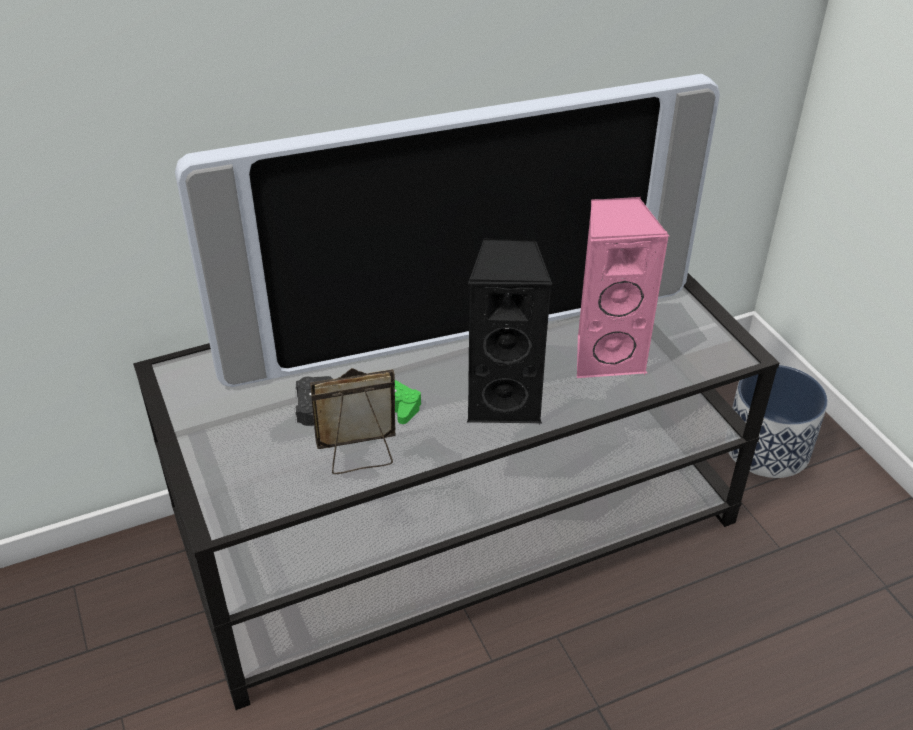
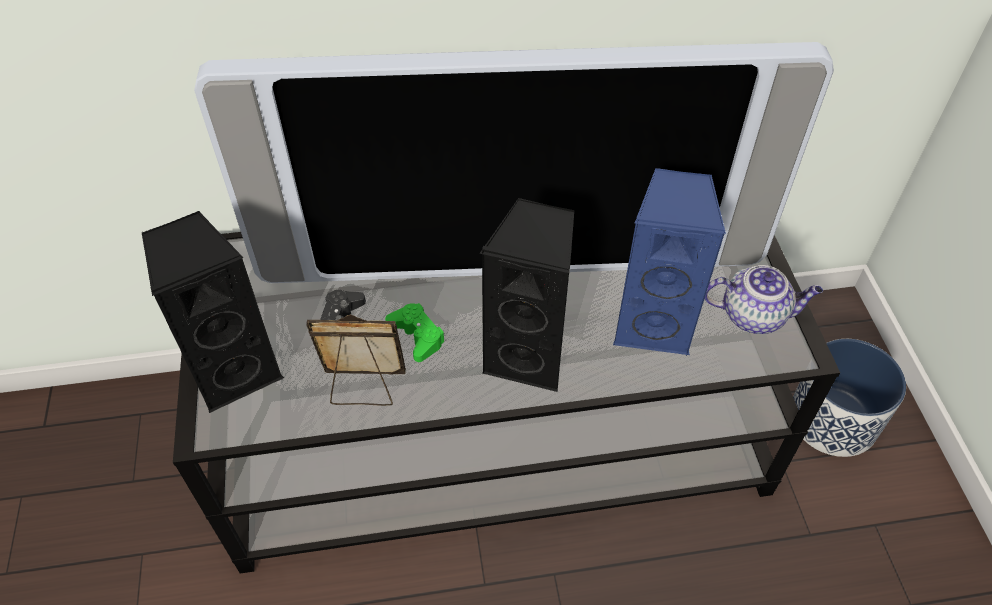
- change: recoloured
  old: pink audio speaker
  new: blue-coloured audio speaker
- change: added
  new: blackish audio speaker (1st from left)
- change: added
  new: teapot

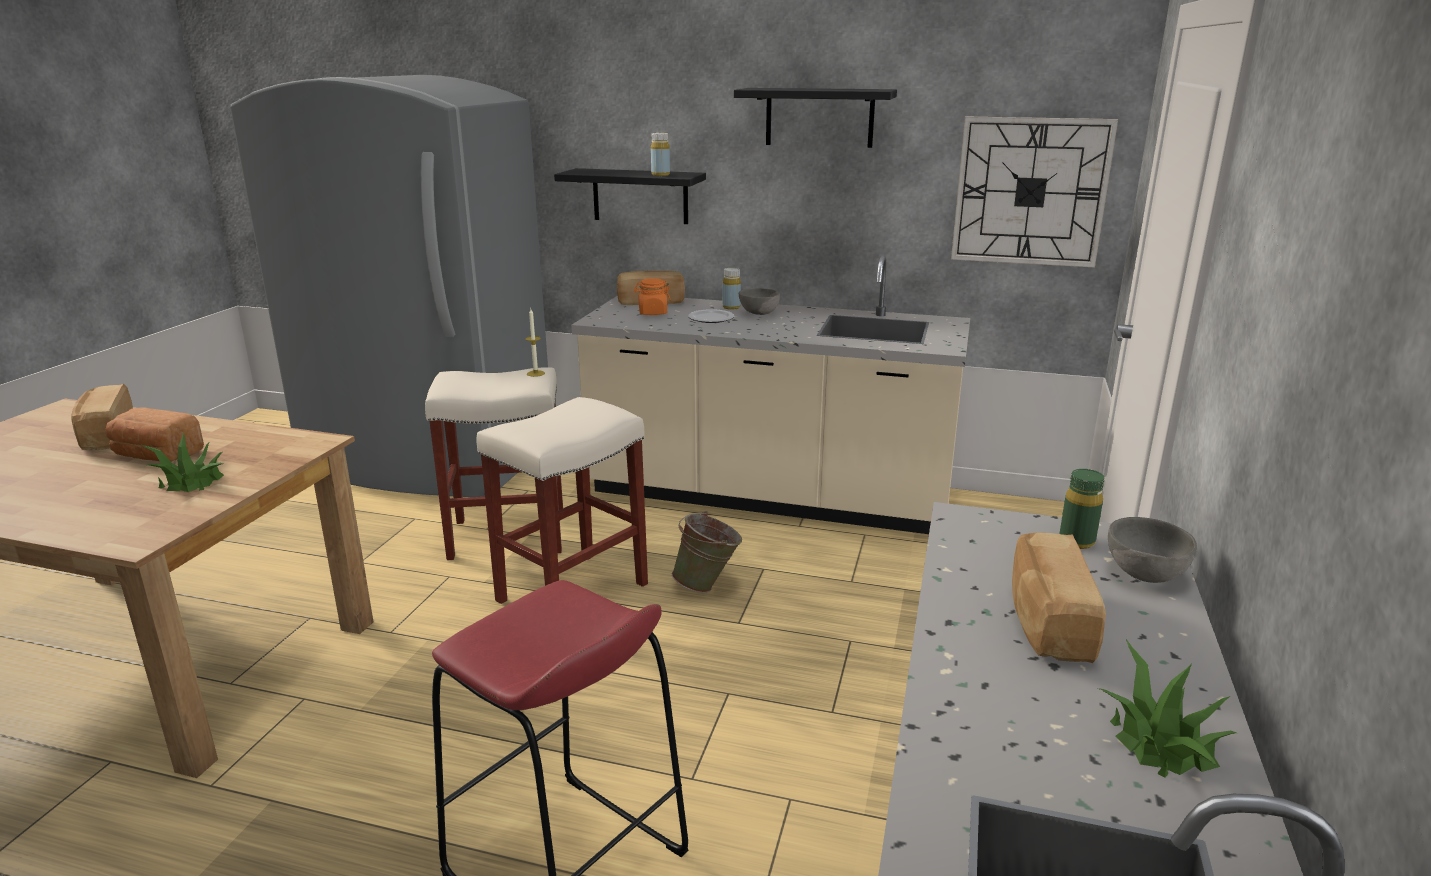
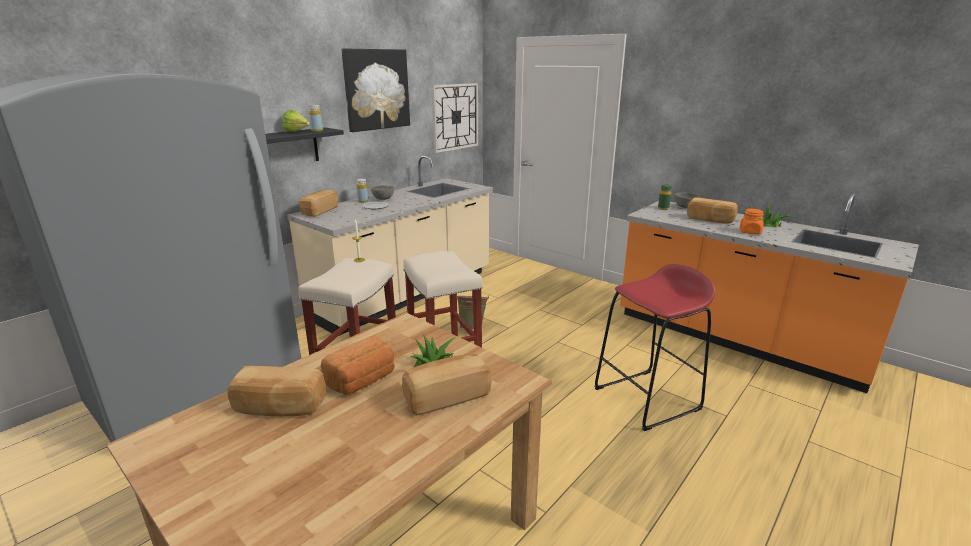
- change: moved
  old: orange-coloured jar
- change: replaced
  old: blackish wall shelf (2nd from left)
  new: wall art
- change: added
  new: lettuce
- change: added
  new: bakery bread (4th from left)

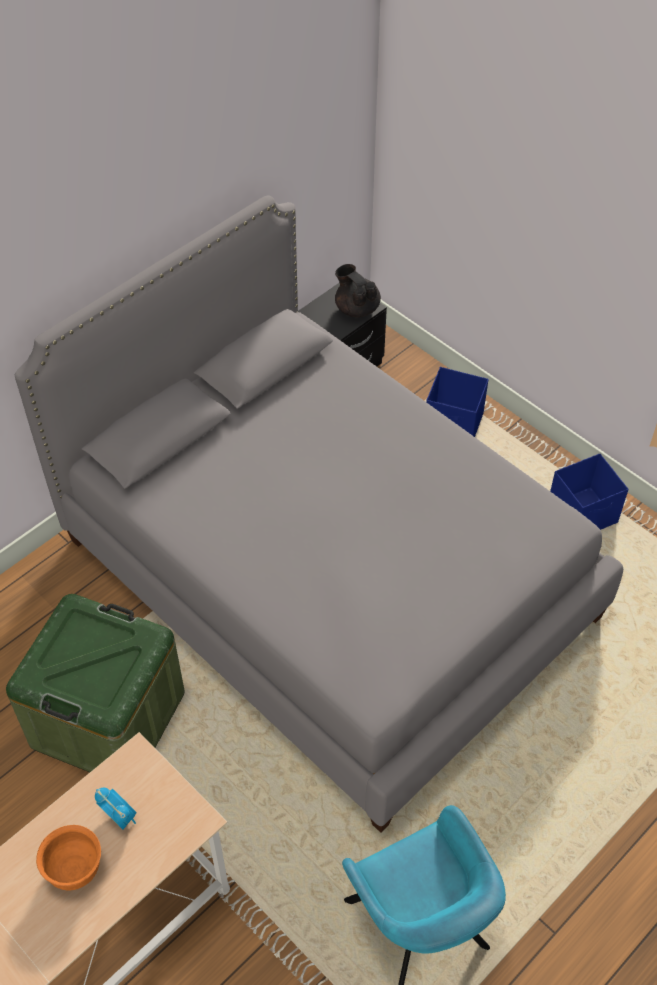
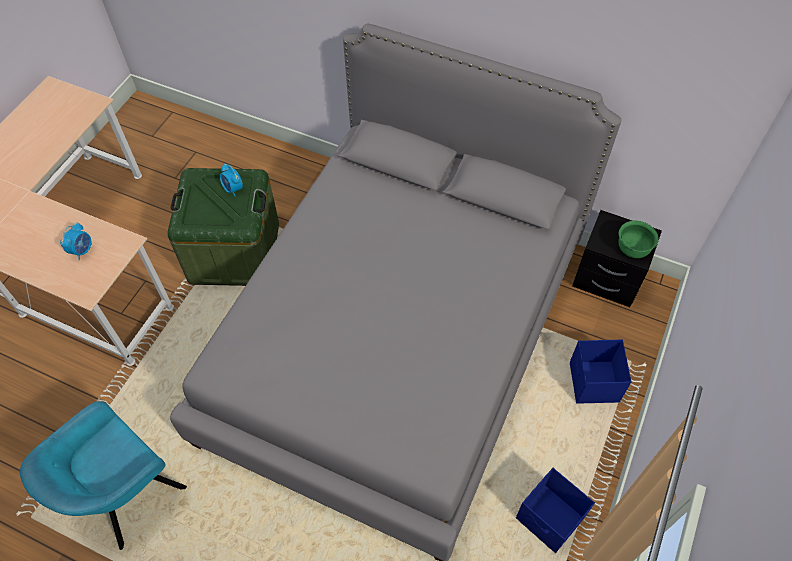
- change: removed
  old: orange-coloured serving bowl
- change: replaced
  old: blackish teapot
  new: green-coloured serving bowl
- change: added
  new: bedside clock (2nd from left)

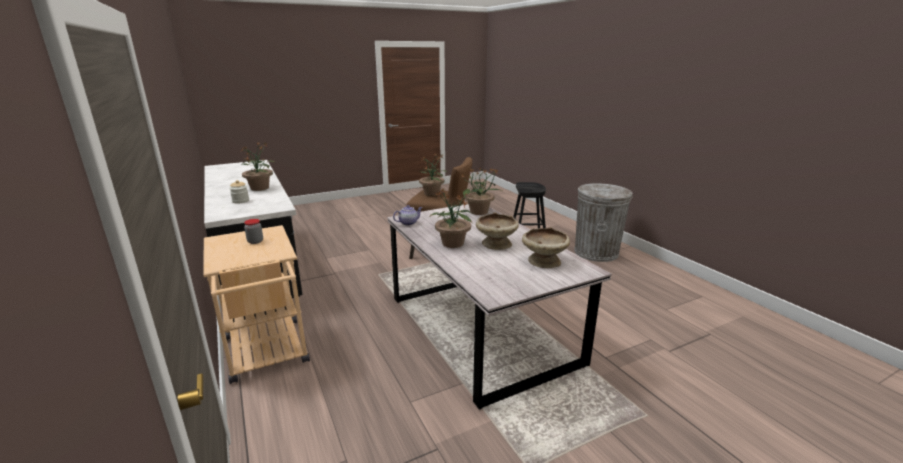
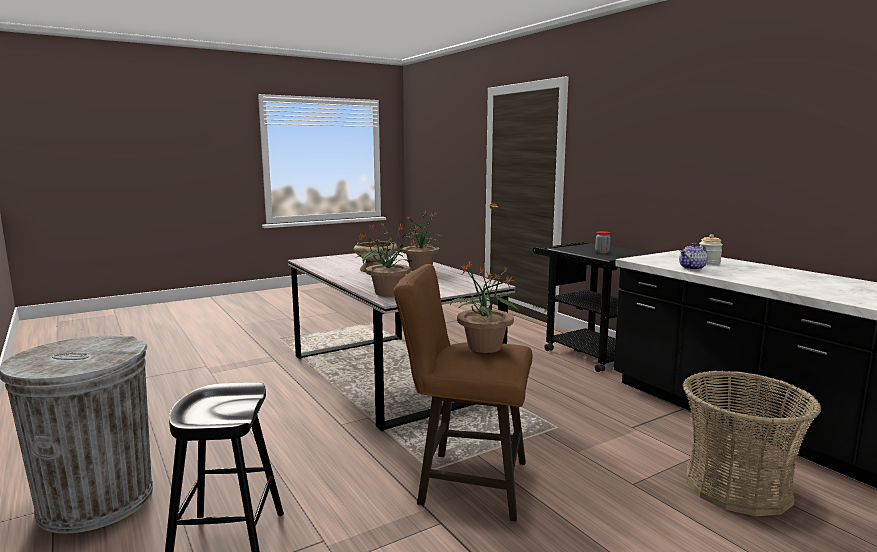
- change: recoloured
  old: beige wheeled cart
  new: blackish wheeled cart
- change: removed
  old: plant in a pot (1st from left)
- change: moved
  old: teapot
- change: removed
  old: beige serving bowl (2nd from left)
- change: added
  new: household basket

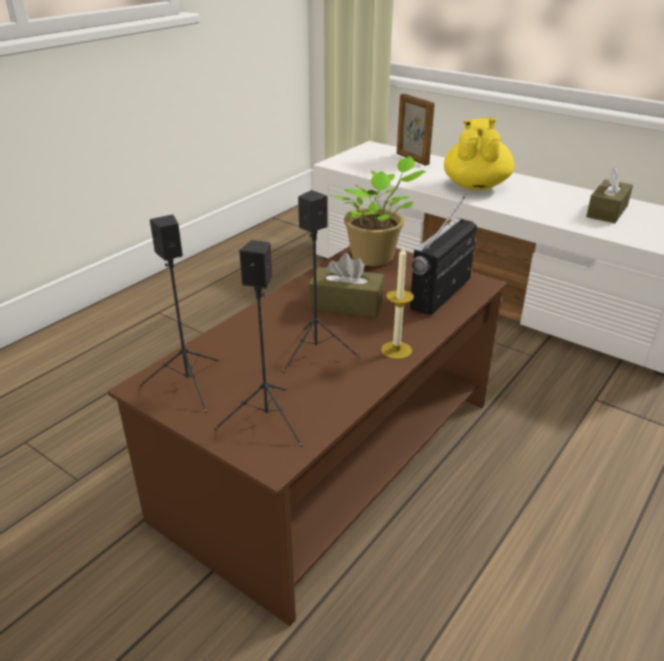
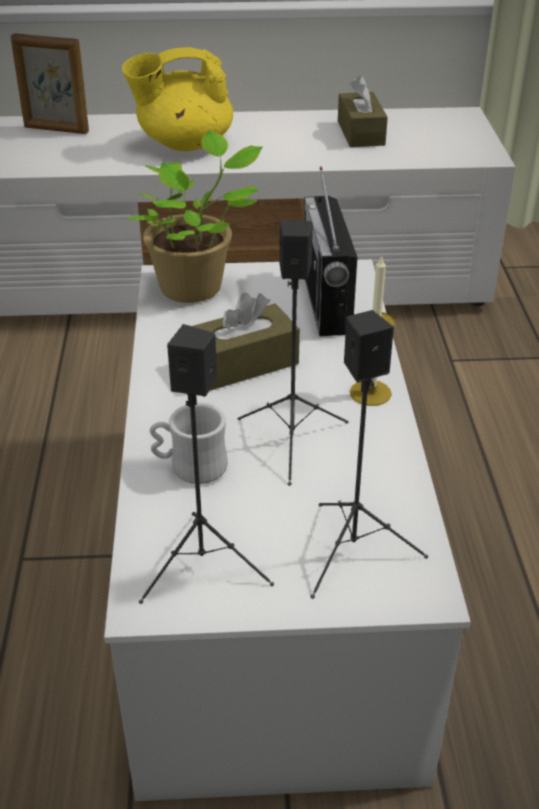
- change: recoloured
  old: brown-coloured lounge table
  new: white lounge table
- change: turned
  old: yellow teapot
  degrees: -75
- change: added
  new: white coffee mug

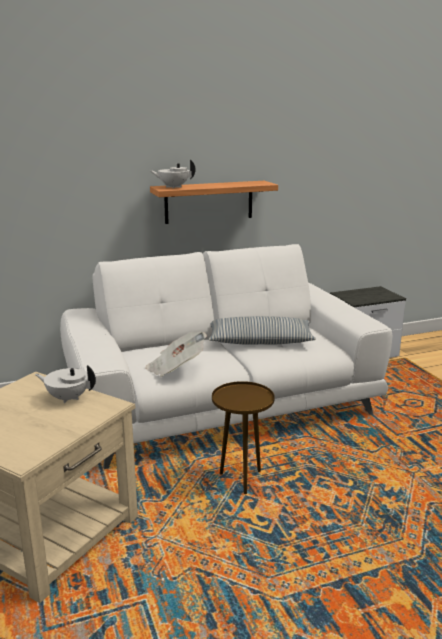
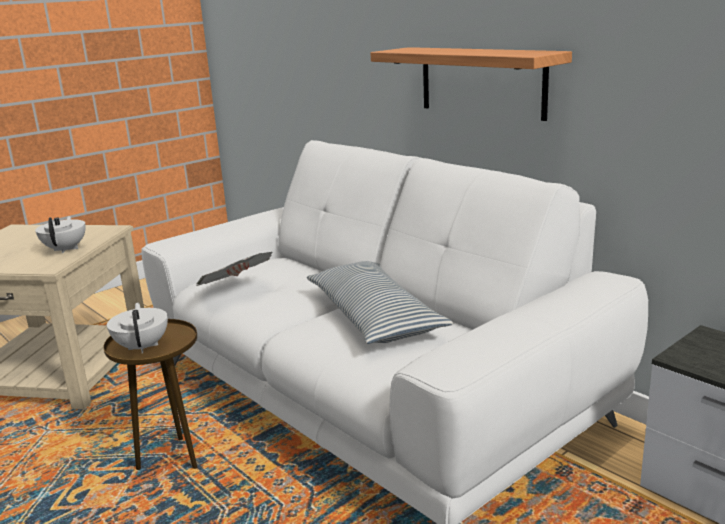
- change: moved
  old: white teapot (2nd from left)

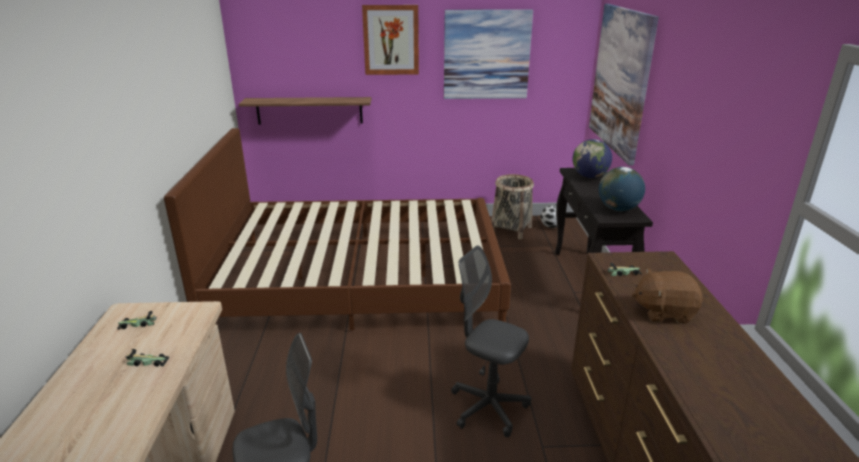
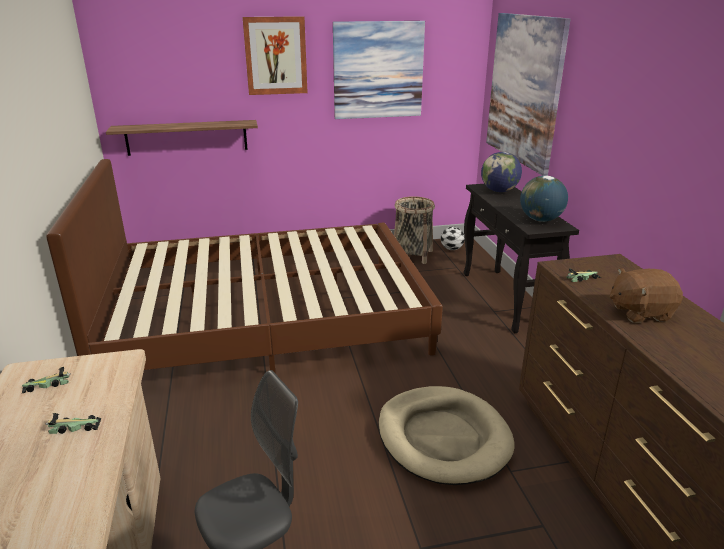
- change: replaced
  old: gray office chair (2nd from left)
  new: beige dog bed

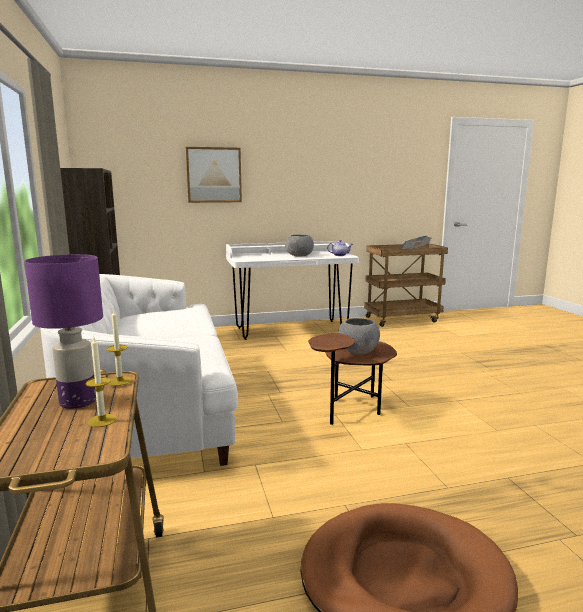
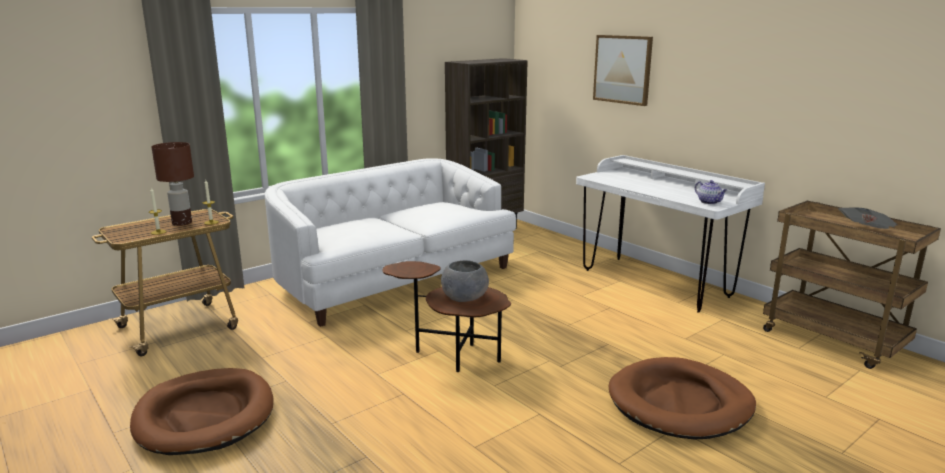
- change: recoloured
  old: purple lamp for a table
  new: brown-coloured lamp for a table
- change: removed
  old: gray serving bowl (1st from left)
- change: added
  new: brown-coloured dog bed (2nd from left)

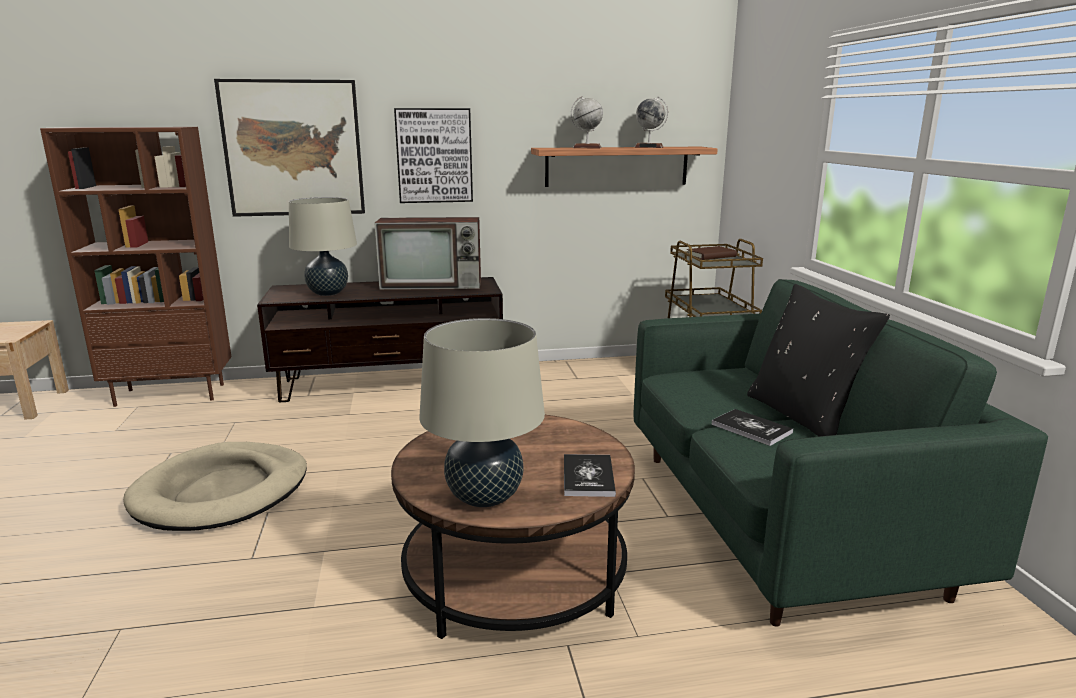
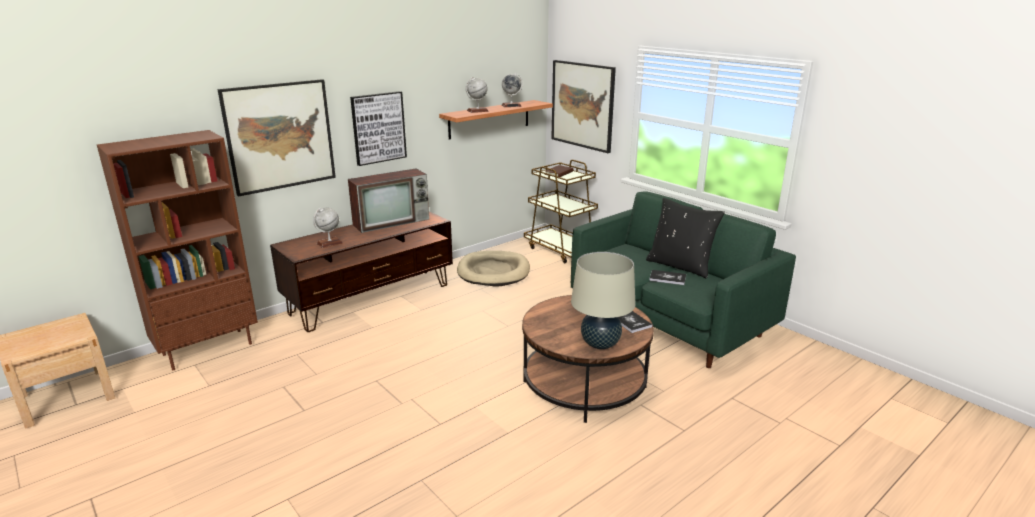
- change: moved
  old: beige dog bed
- change: replaced
  old: beige lamp for a table (1st from left)
  new: desk globe (1st from left)
- change: added
  new: wall art (3rd from left)

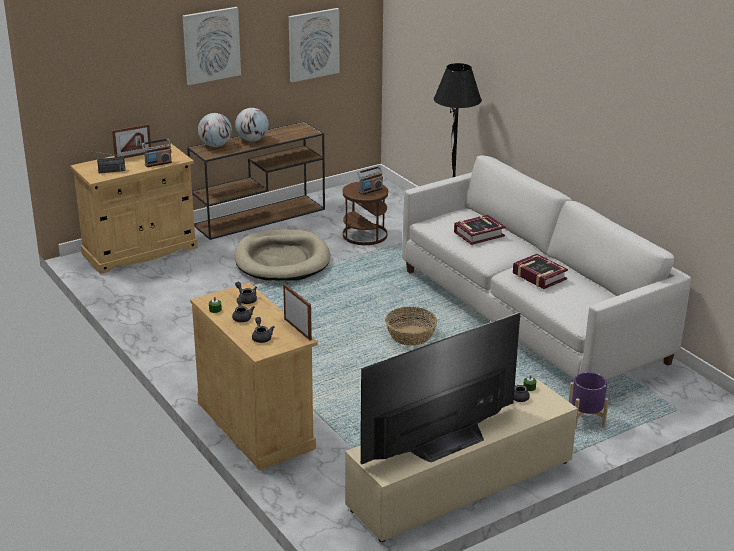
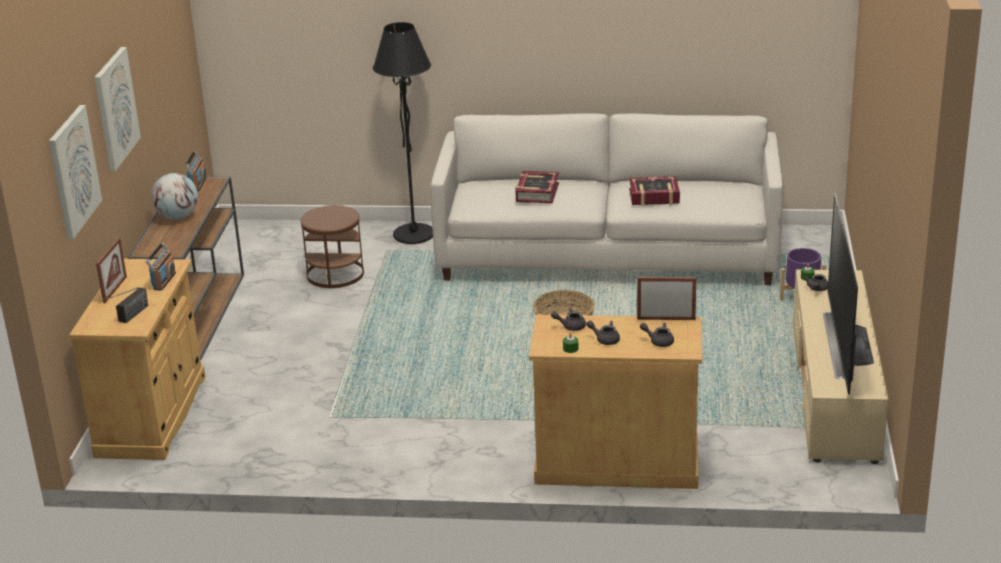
- change: removed
  old: desk globe (1st from left)
- change: removed
  old: beige dog bed
- change: moved
  old: wall art (2nd from left in the first image)
  new: wall art (1st from left)
- change: moved
  old: radio receiver (3rd from left)

